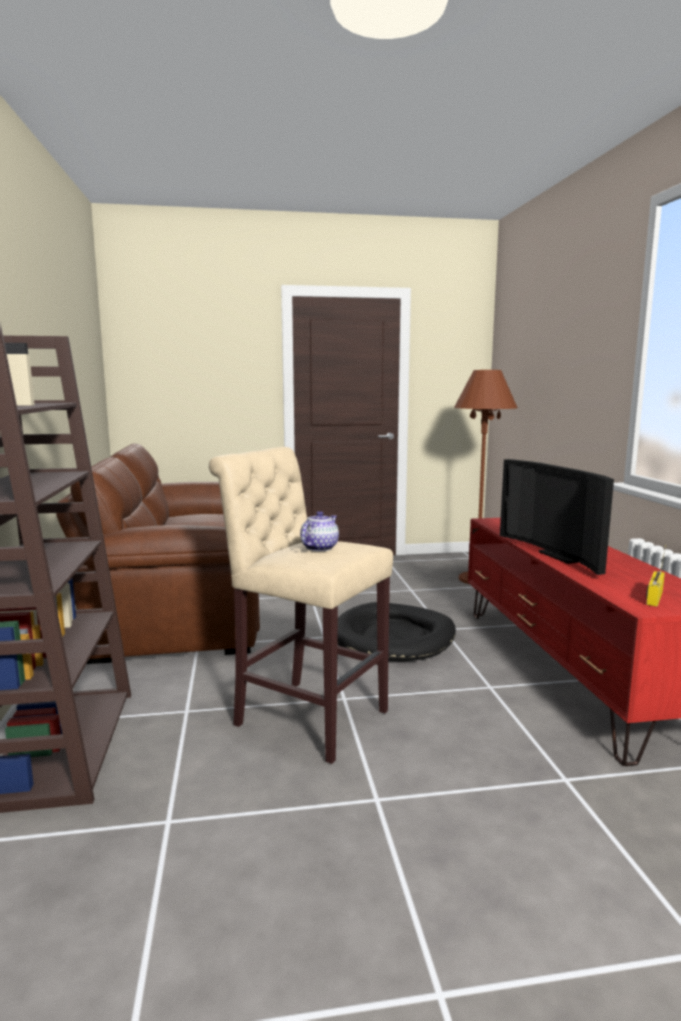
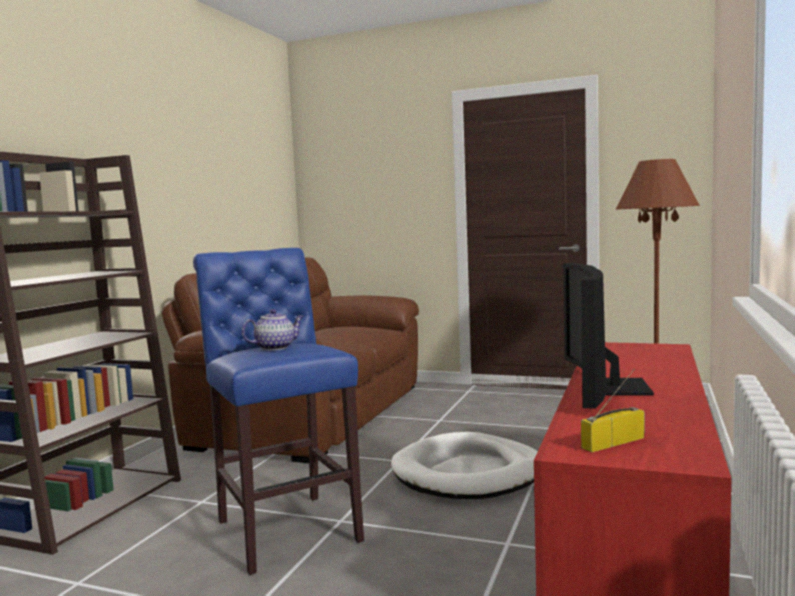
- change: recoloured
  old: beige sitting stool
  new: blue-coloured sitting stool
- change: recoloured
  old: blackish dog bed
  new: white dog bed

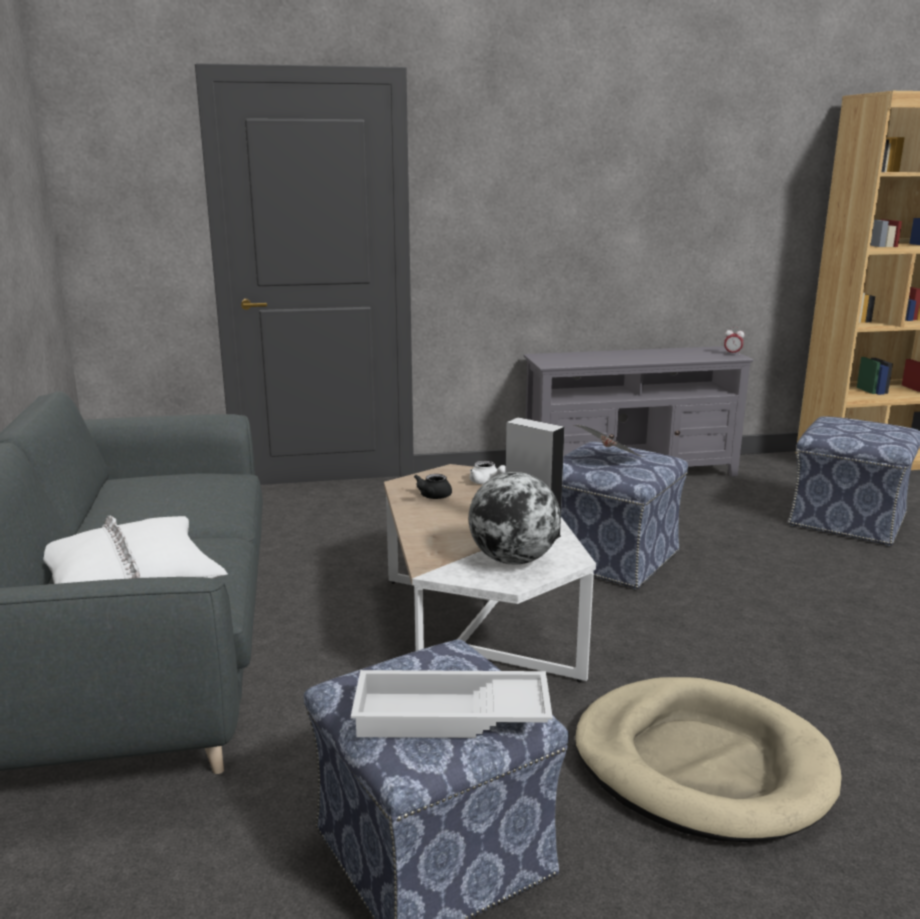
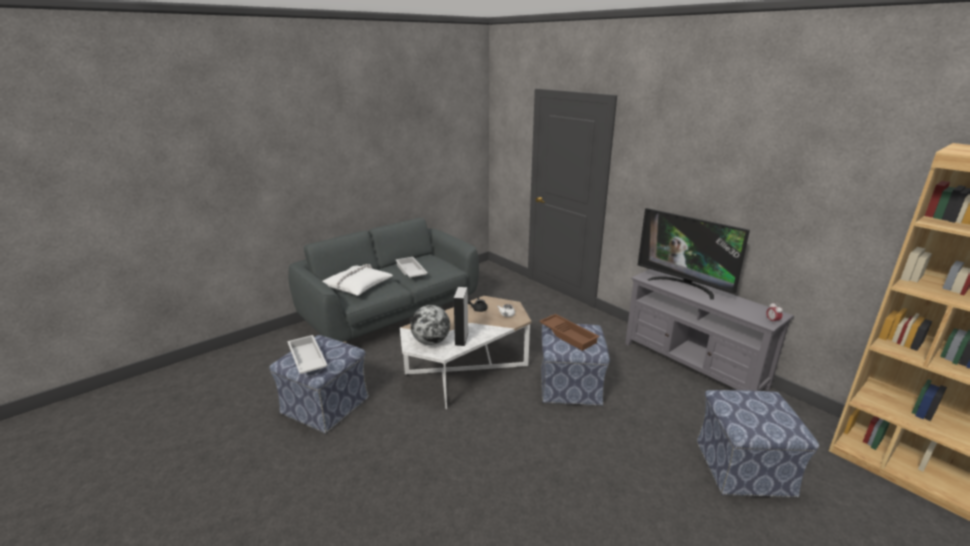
- change: replaced
  old: printed paper
  new: brown-coloured serving tray
- change: removed
  old: beige dog bed
- change: added
  new: white serving tray (2nd from left)
- change: added
  new: TV set

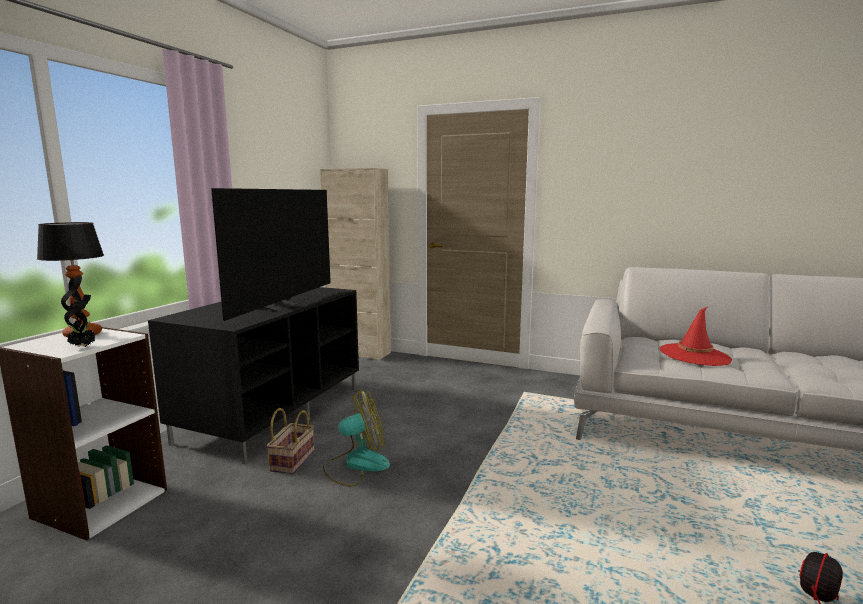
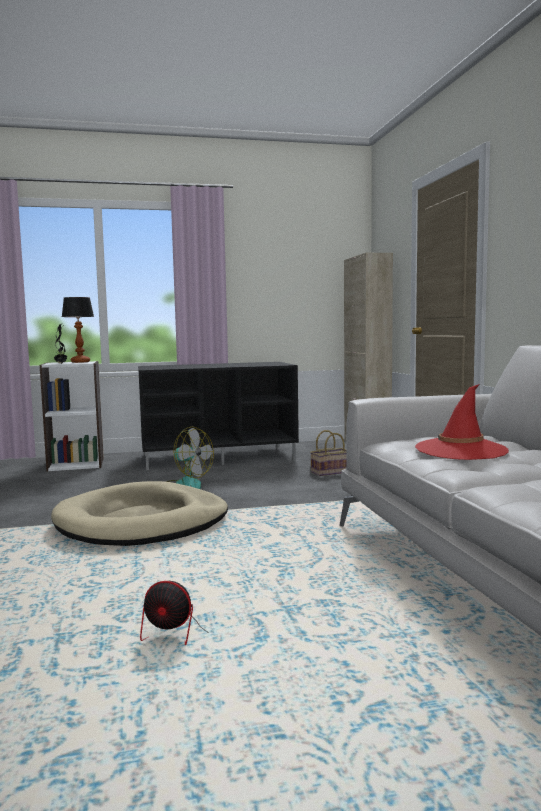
- change: removed
  old: TV set
- change: moved
  old: household basket
- change: added
  new: beige dog bed

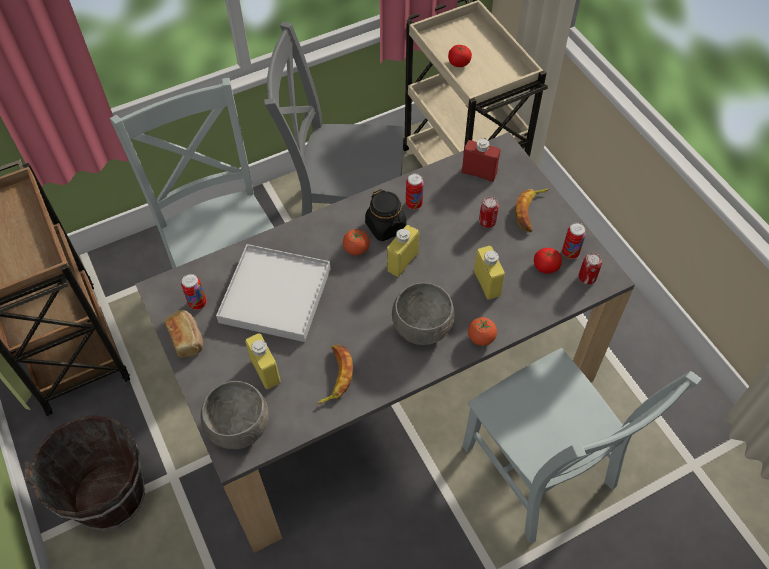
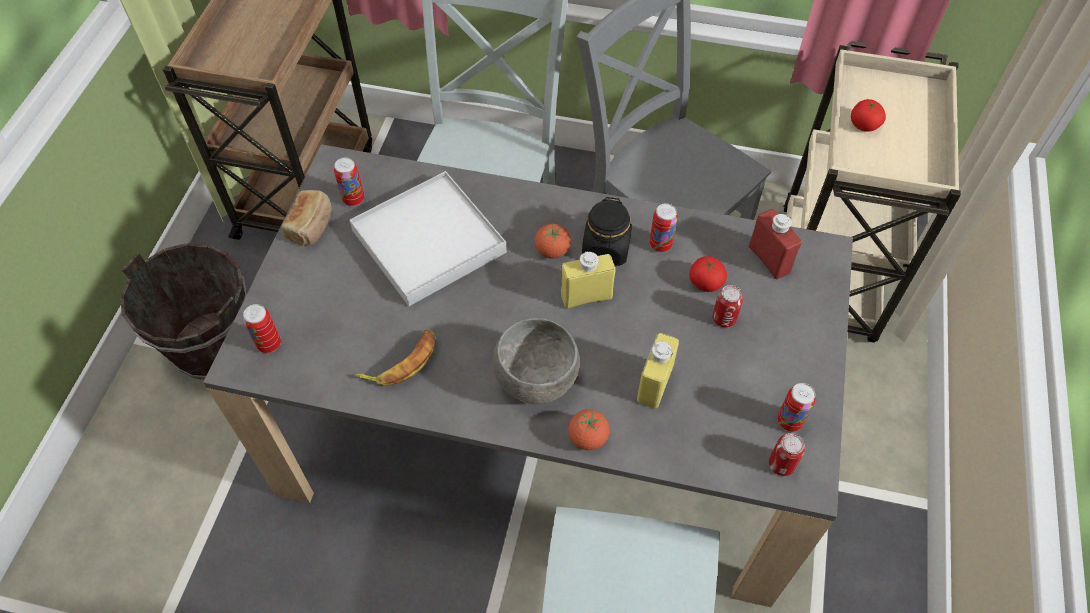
- change: replaced
  old: gray serving bowl (1st from left)
  new: sealed can (1st from left)
- change: removed
  old: yellow bottle (1st from left)
- change: removed
  old: whole banana (2nd from left)
- change: moved
  old: tomato (4th from left in the first image)
  new: tomato (3rd from left)

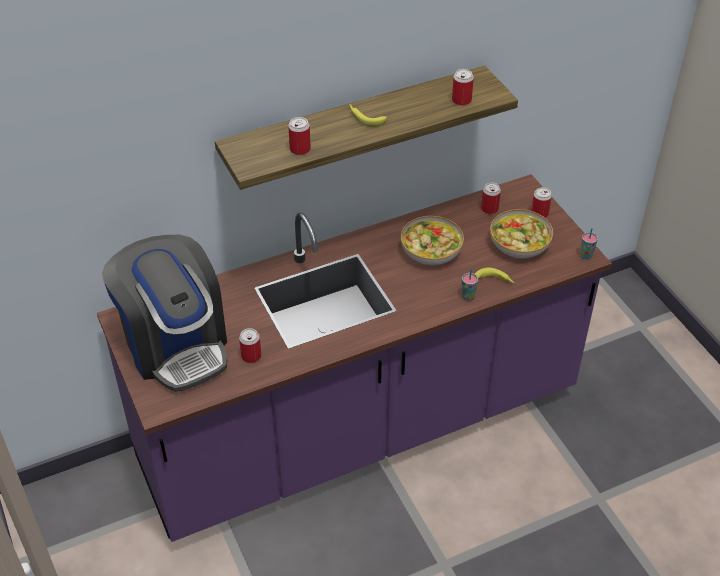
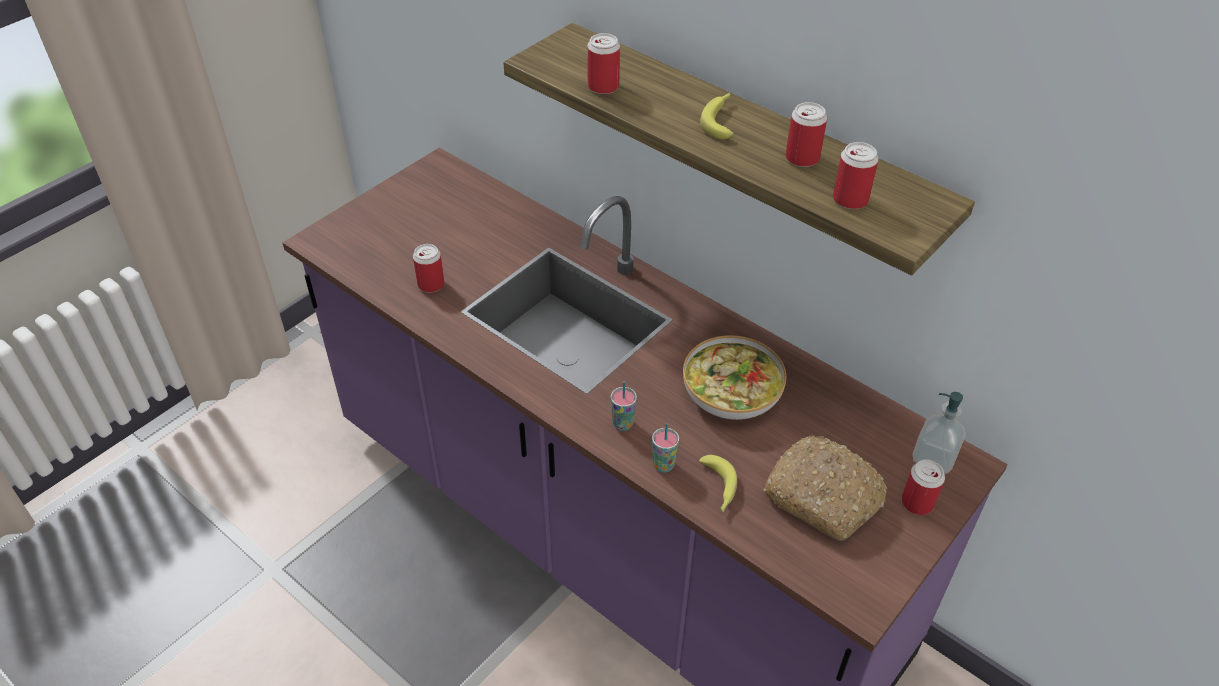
- change: removed
  old: coffee brewer
- change: moved
  old: sealed can (4th from left in the first image)
  new: sealed can (3rd from left)
- change: replaced
  old: serving bowl (2nd from left)
  new: bakery bread
- change: moved
  old: small cup (2nd from left in the first image)
  new: small cup (1st from left)
- change: added
  new: soap bottle

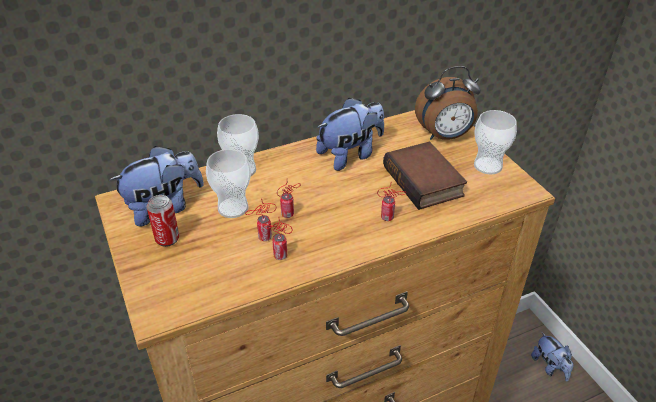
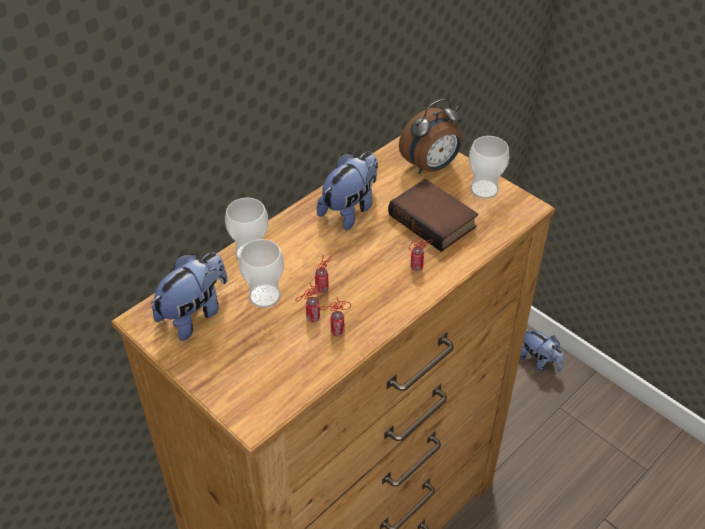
- change: removed
  old: sealed can (1st from left)

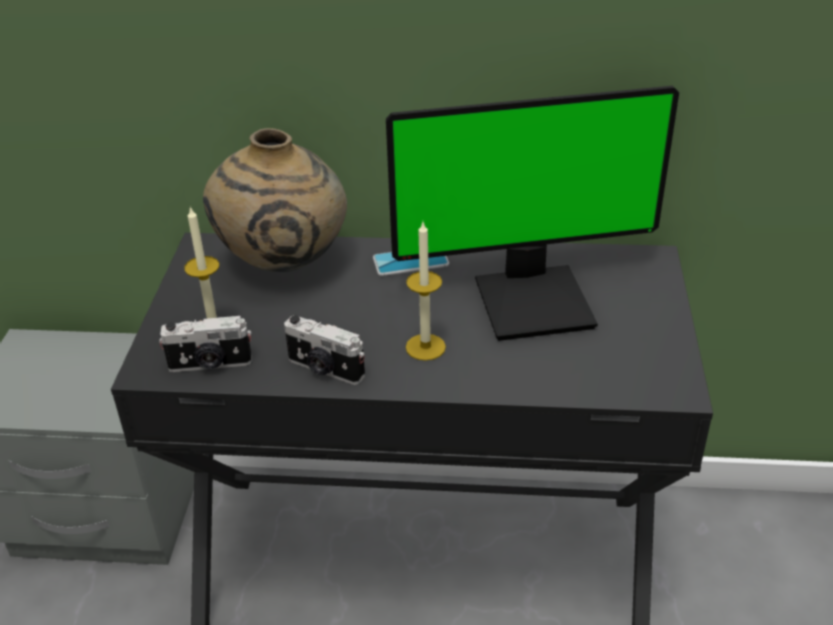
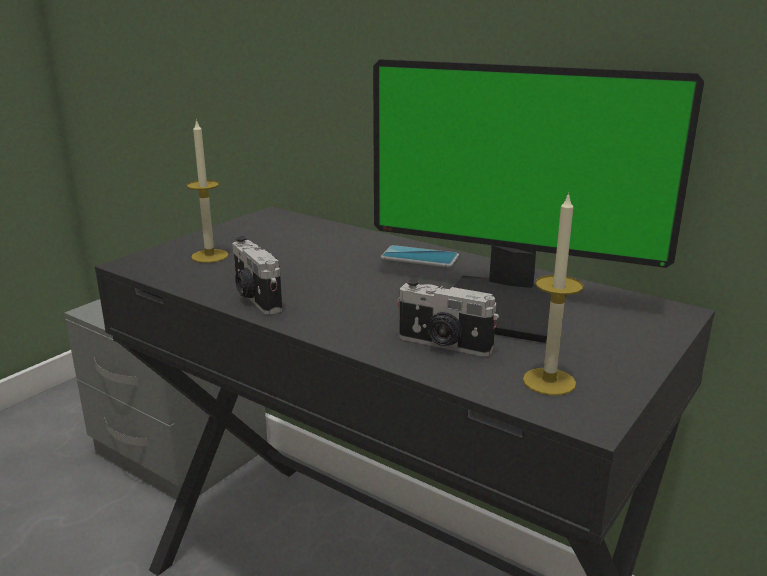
- change: moved
  old: still camera (1st from left in the first image)
  new: still camera (2nd from left)
- change: removed
  old: beige decorative vase
- change: moved
  old: wax candle (2nd from left)

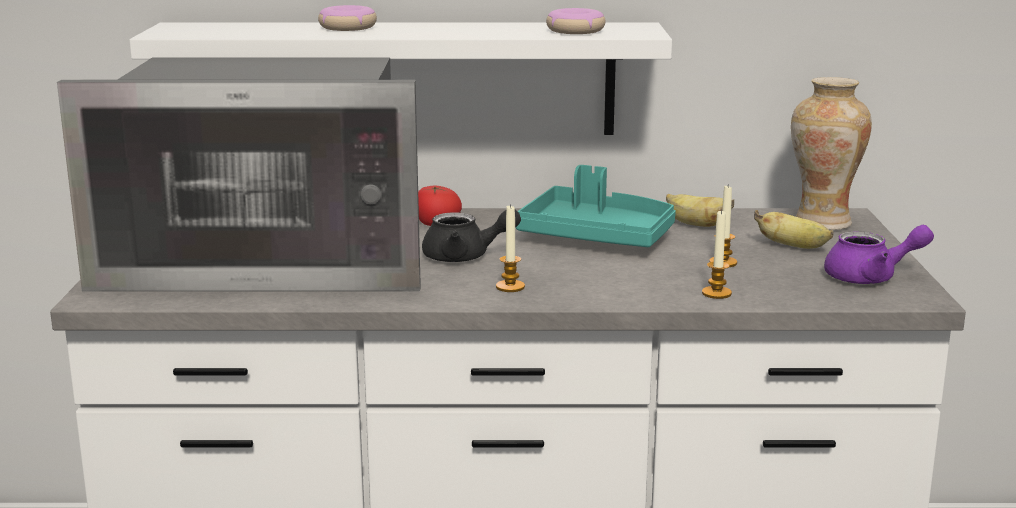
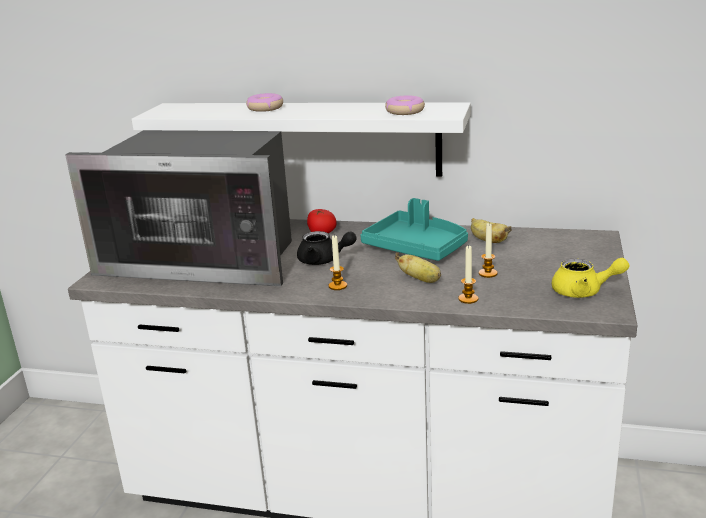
- change: moved
  old: whole banana (2nd from left in the first image)
  new: whole banana (1st from left)
- change: removed
  old: decorative vase
- change: recoloured
  old: purple teapot
  new: yellow teapot

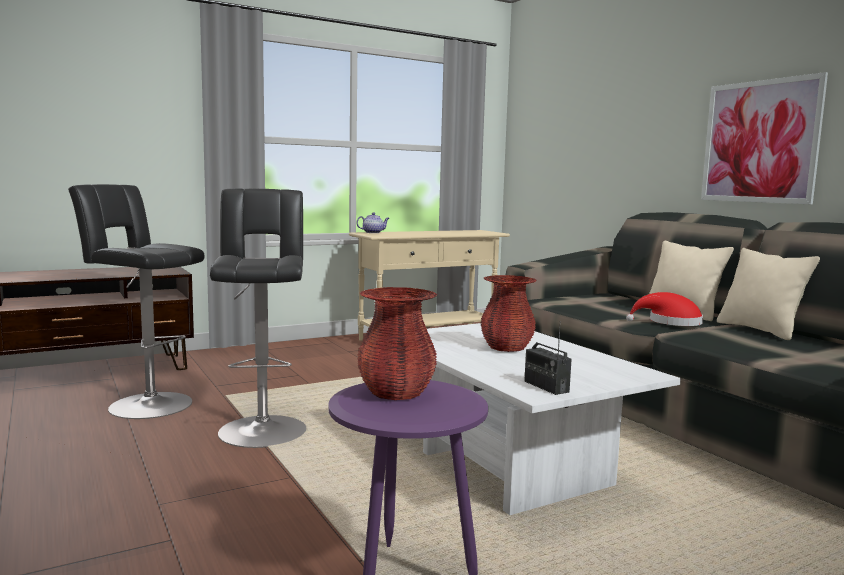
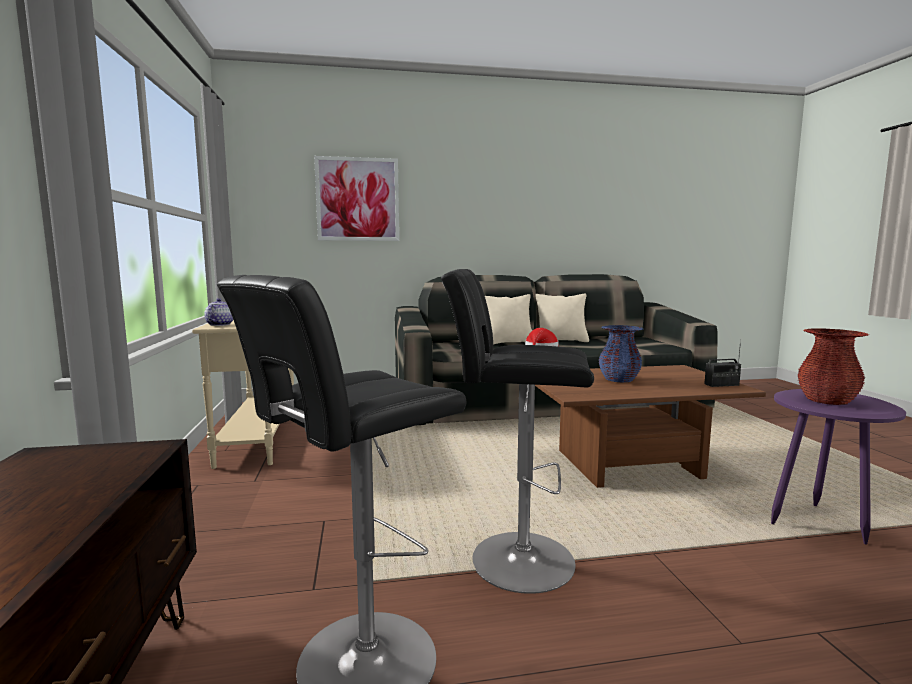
- change: recoloured
  old: white lounge table
  new: brown-coloured lounge table
- change: recoloured
  old: red decorative vase (2nd from left)
  new: blue-coloured decorative vase
- change: moved
  old: wall art

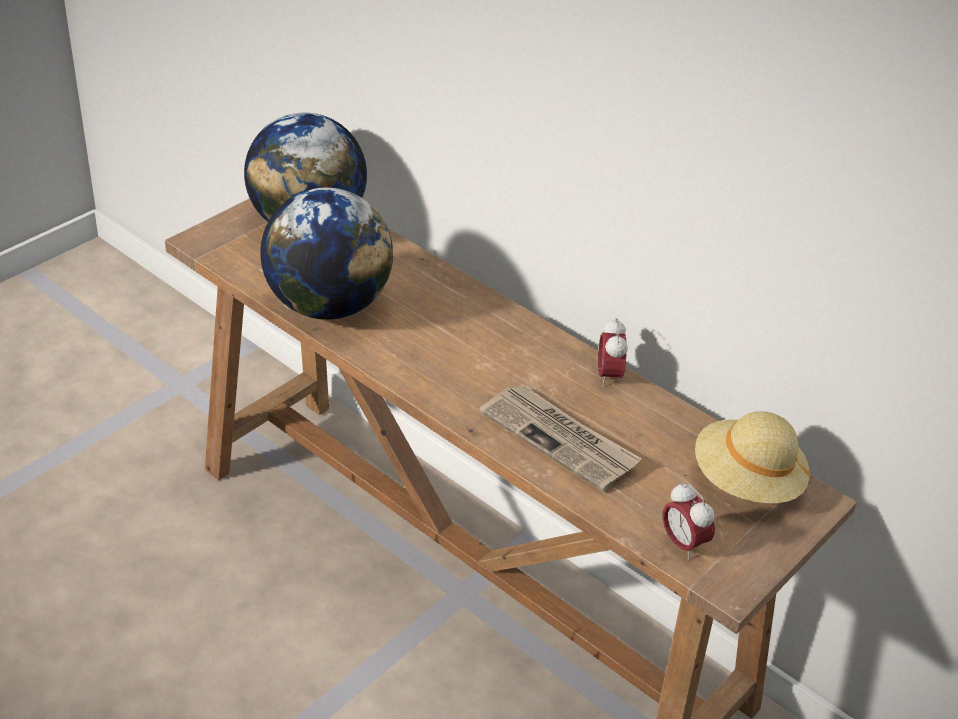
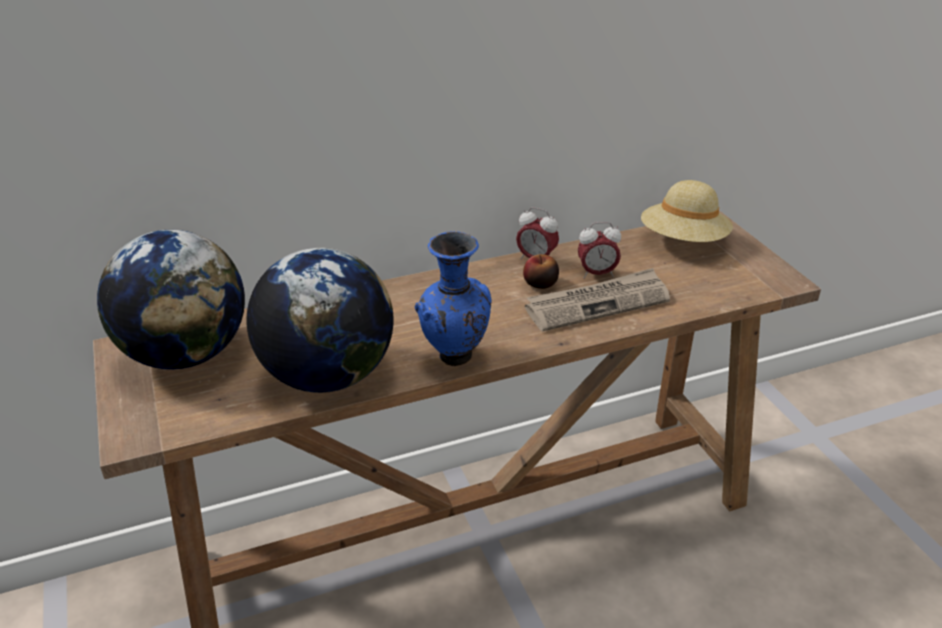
- change: moved
  old: bedside clock (2nd from left)
- change: added
  new: blue-coloured decorative vase
- change: added
  new: whole apple

